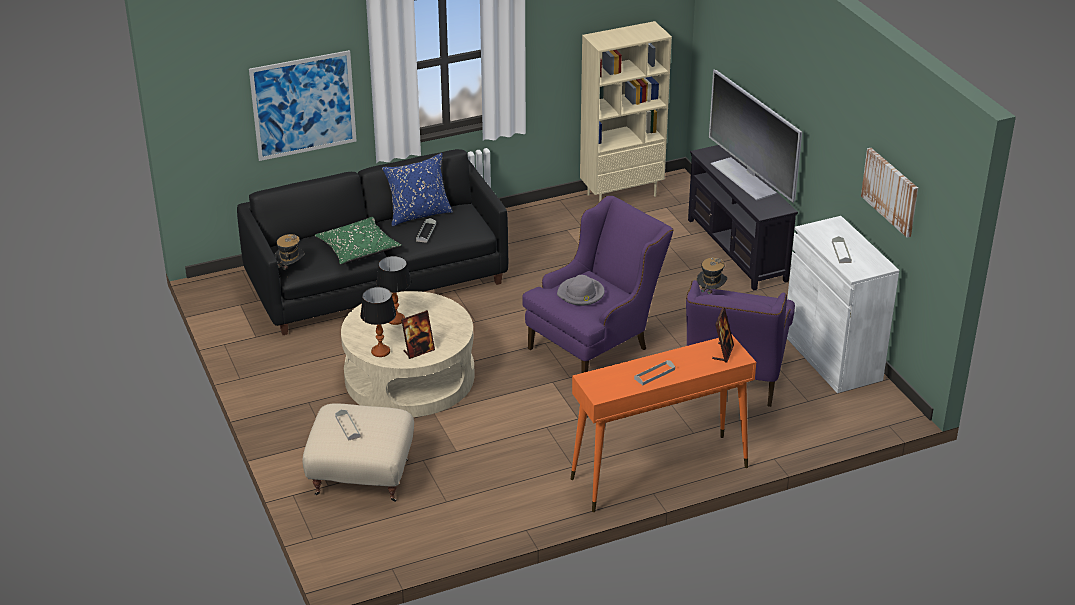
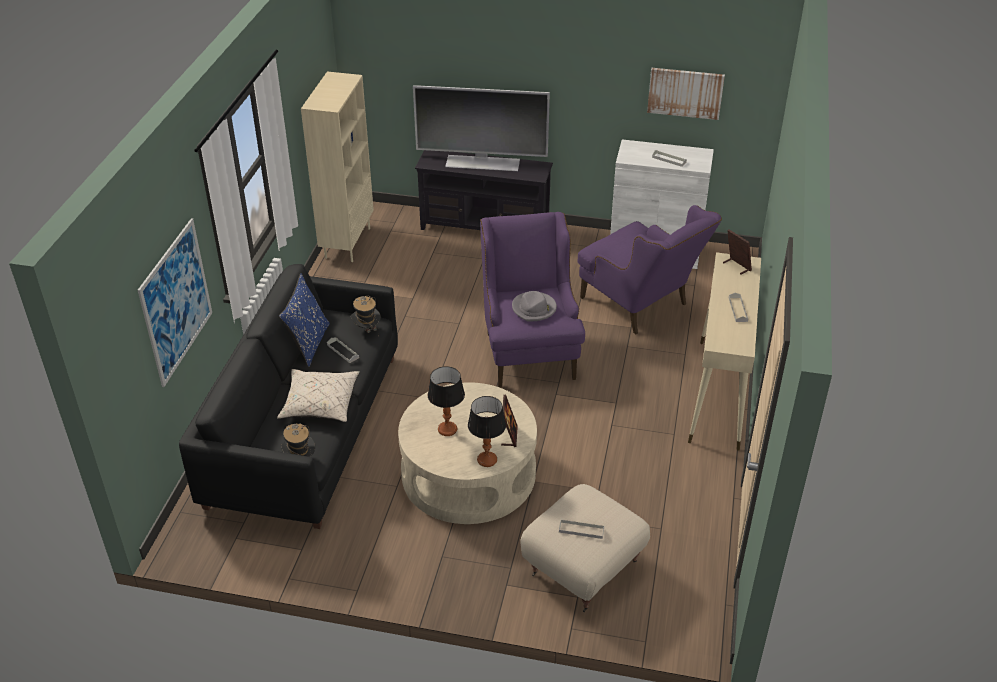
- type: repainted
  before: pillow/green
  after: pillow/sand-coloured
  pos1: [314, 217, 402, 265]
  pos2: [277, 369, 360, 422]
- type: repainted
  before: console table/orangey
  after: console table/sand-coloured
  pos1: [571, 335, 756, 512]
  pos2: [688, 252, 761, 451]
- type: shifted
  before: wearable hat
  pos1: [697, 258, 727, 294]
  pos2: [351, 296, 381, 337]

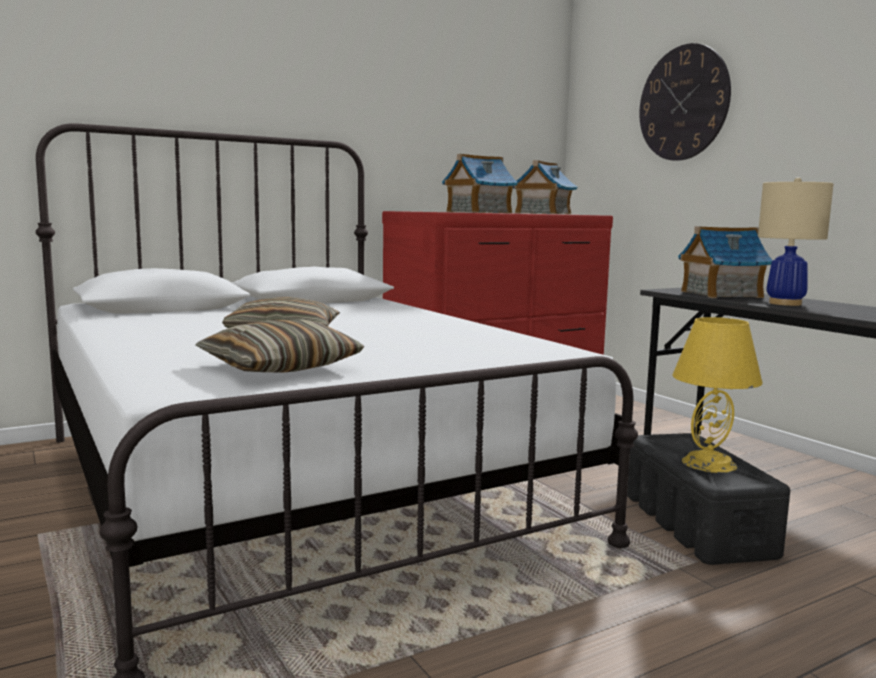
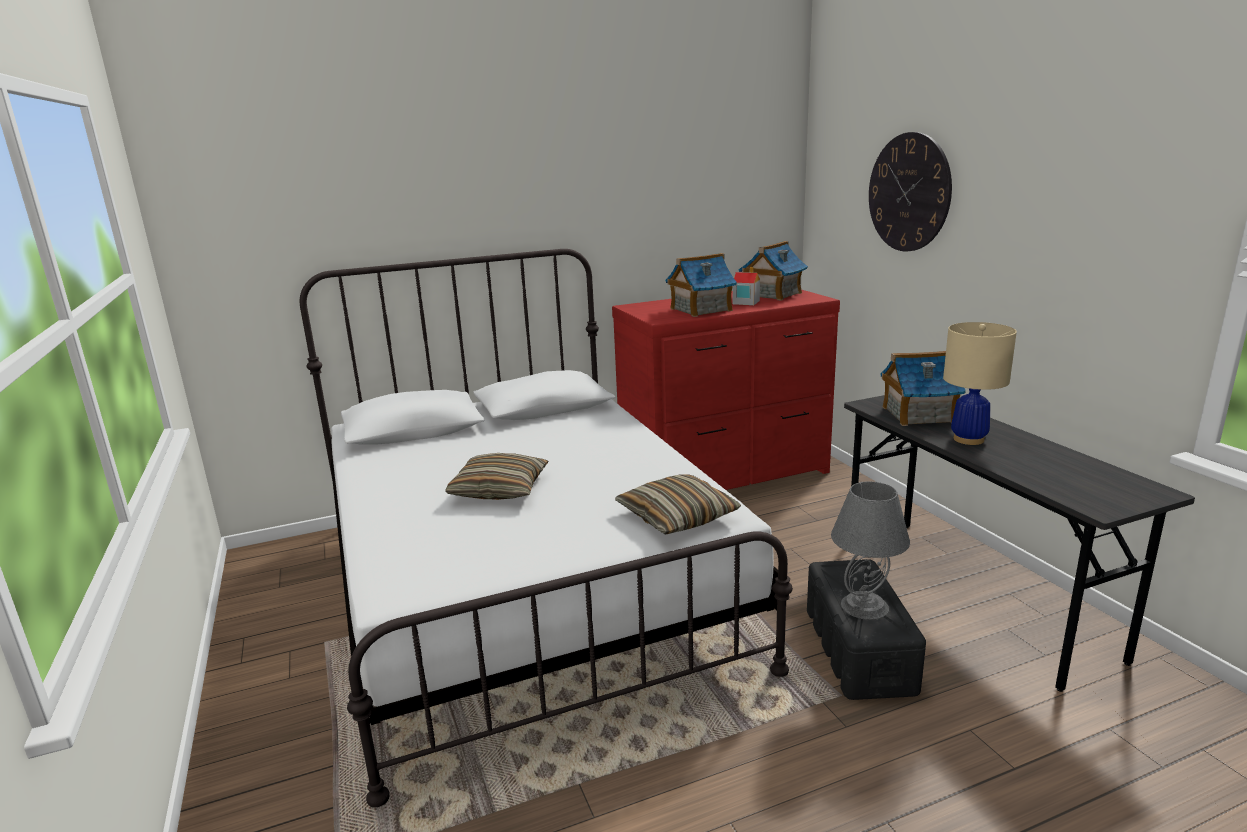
- type: shifted
  before: pillow
  pos1: [195, 320, 365, 373]
  pos2: [615, 474, 741, 535]
- type: repainted
  before: table lamp/yellow
  after: table lamp/gray
  pos1: [673, 317, 763, 473]
  pos2: [831, 481, 910, 620]
- type: new
  after: miniature house
  pos2: [732, 267, 760, 305]

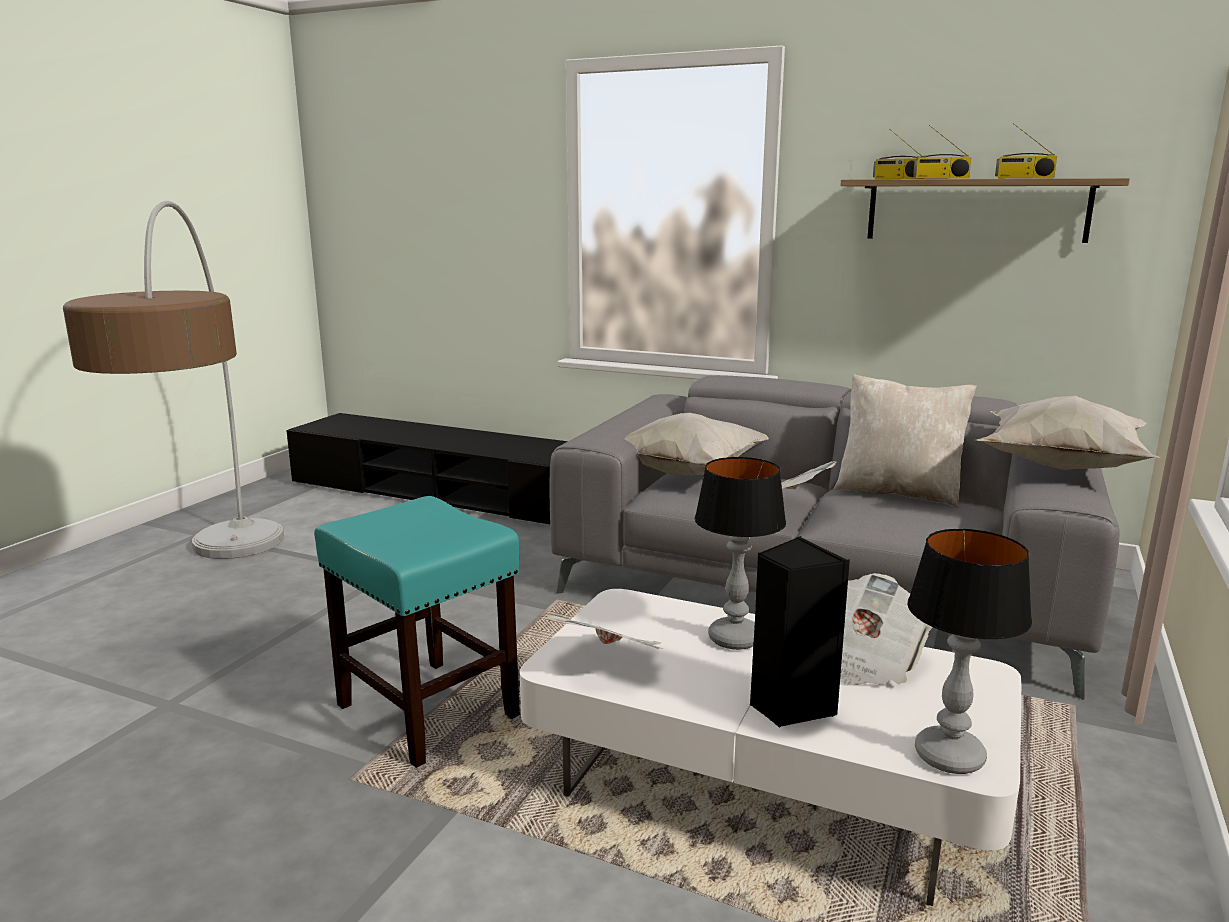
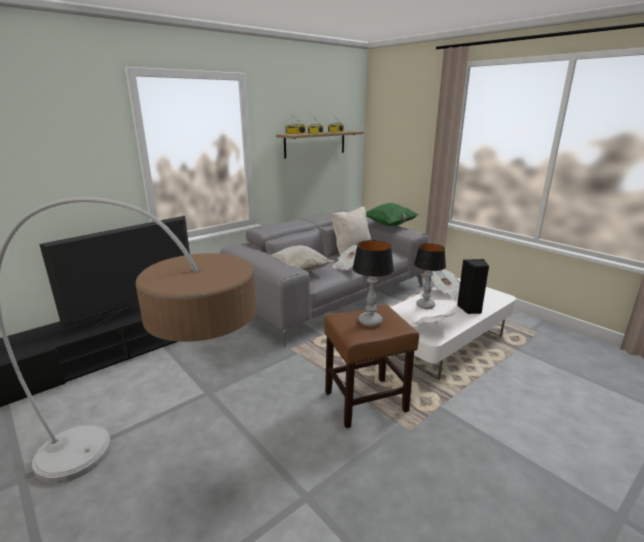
- type: repainted
  before: stool/turquoise-coloured
  after: stool/brownish
  pos1: [314, 496, 520, 768]
  pos2: [324, 305, 419, 428]
- type: shifted
  before: table lamp
  pos1: [907, 529, 1032, 774]
  pos2: [352, 240, 394, 327]
- type: repainted
  before: pillow/whitish
  after: pillow/green
  pos1: [976, 396, 1160, 470]
  pos2: [366, 203, 420, 226]
- type: new
  after: television
  pos2: [39, 216, 190, 327]

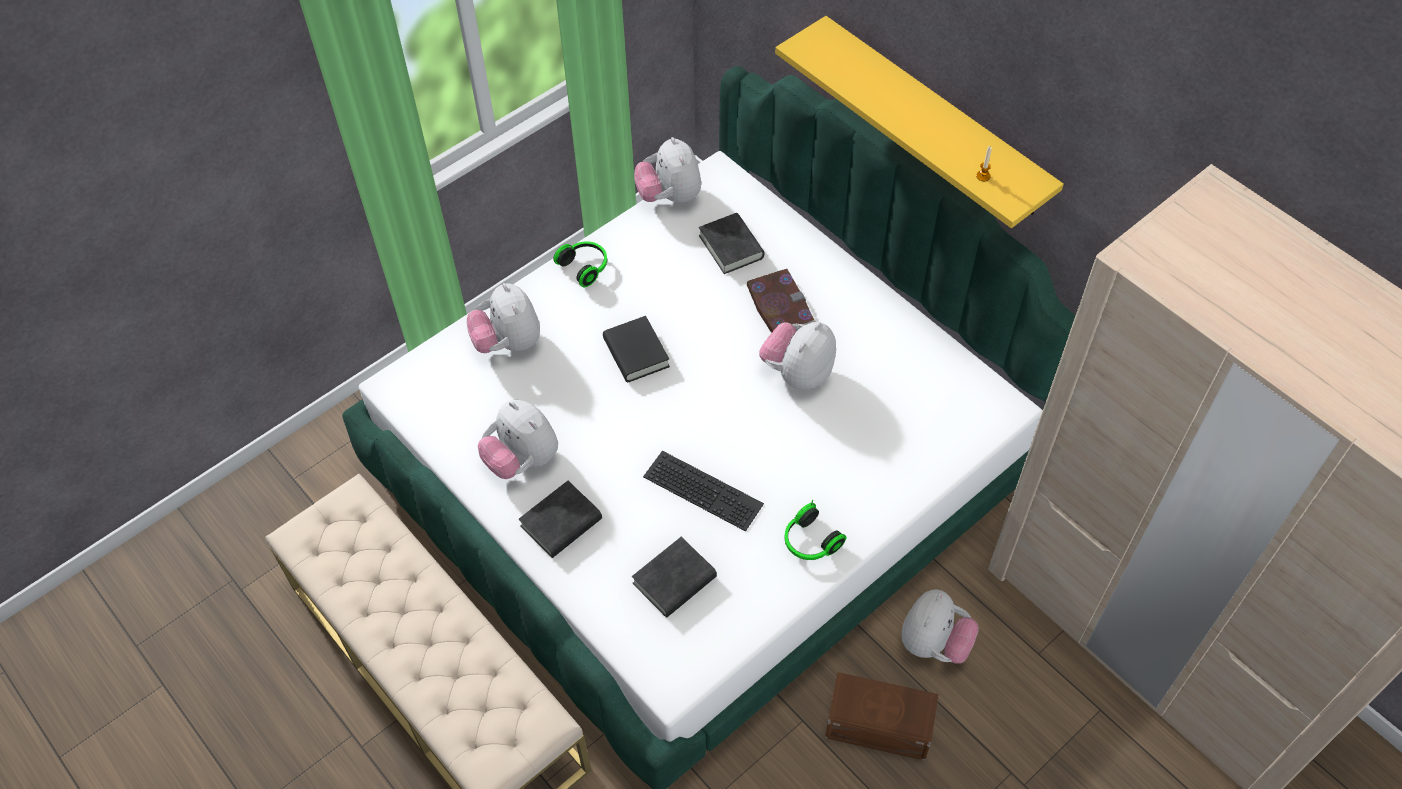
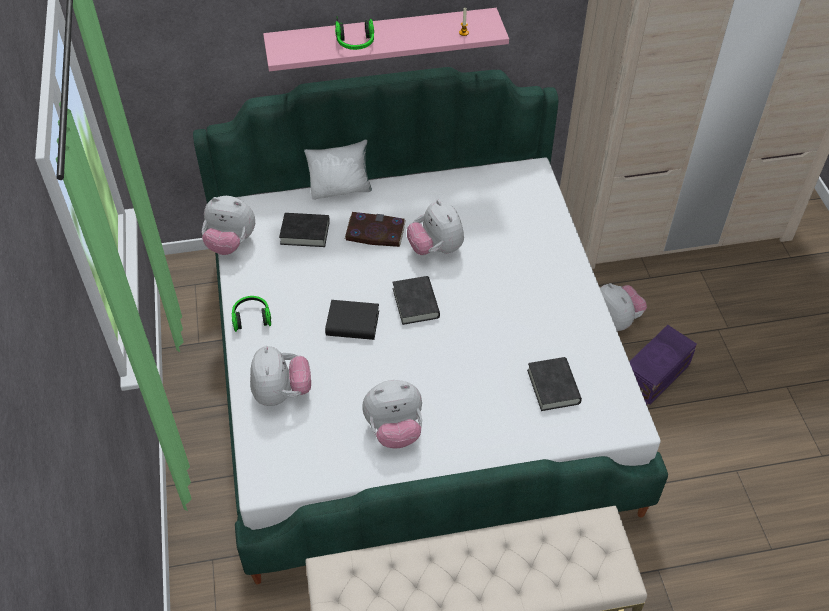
- type: rotated
  before: plush toy
  pos1: [467, 283, 540, 353]
  pos2: [250, 346, 311, 406]
  turn: -105
- type: shifted
  before: bound book/black
  pos1: [519, 481, 602, 558]
  pos2: [392, 276, 440, 325]
- type: gone
  before: computer keyboard
  pos1: [643, 451, 764, 531]
- type: repainted
  before: wall shelf/yellow
  after: wall shelf/pink-coloured
  pos1: [775, 16, 1064, 228]
  pos2: [263, 8, 509, 71]
- type: shifted
  before: headset
  pos1: [785, 500, 846, 560]
  pos2: [335, 19, 374, 50]
- type: repainted
  before: storage container/brownish
  after: storage container/purple-coloured
  pos1: [825, 672, 939, 760]
  pos2: [629, 325, 697, 406]
- type: new
  after: pillow/whitish
  pos2: [304, 139, 372, 200]

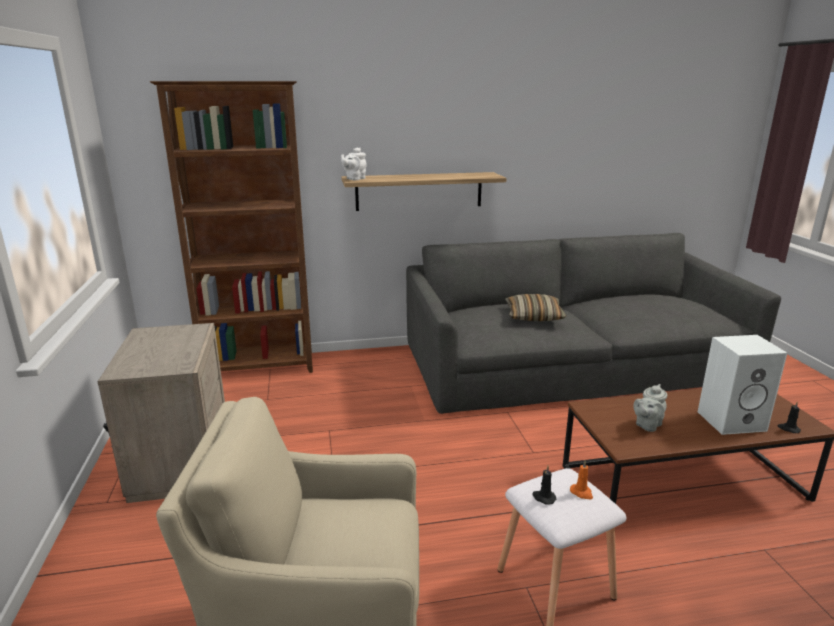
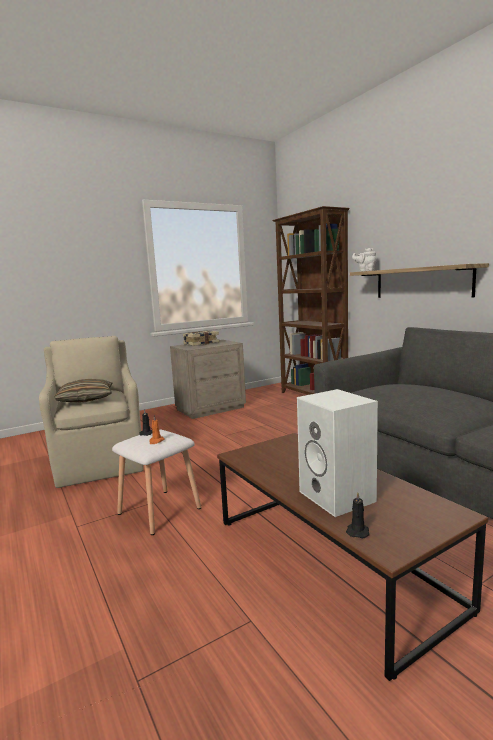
- type: shifted
  before: pillow
  pos1: [505, 294, 566, 321]
  pos2: [54, 379, 112, 403]
- type: gone
  before: teapot/gray
  pos1: [633, 384, 667, 432]
- type: new
  after: bound book
  pos2: [183, 330, 219, 346]

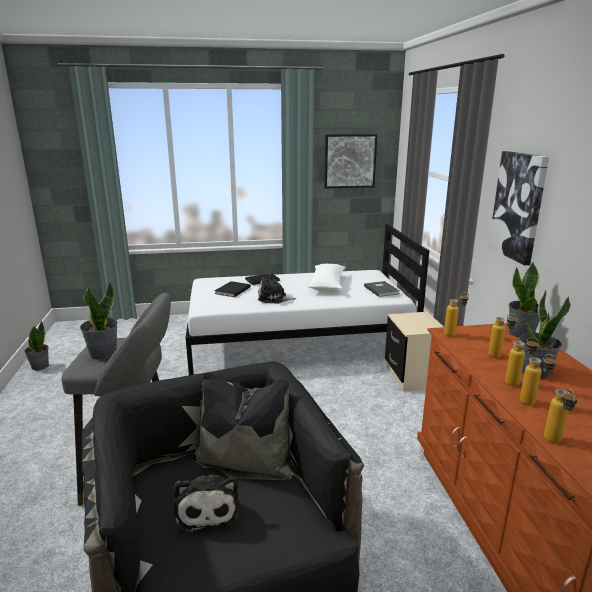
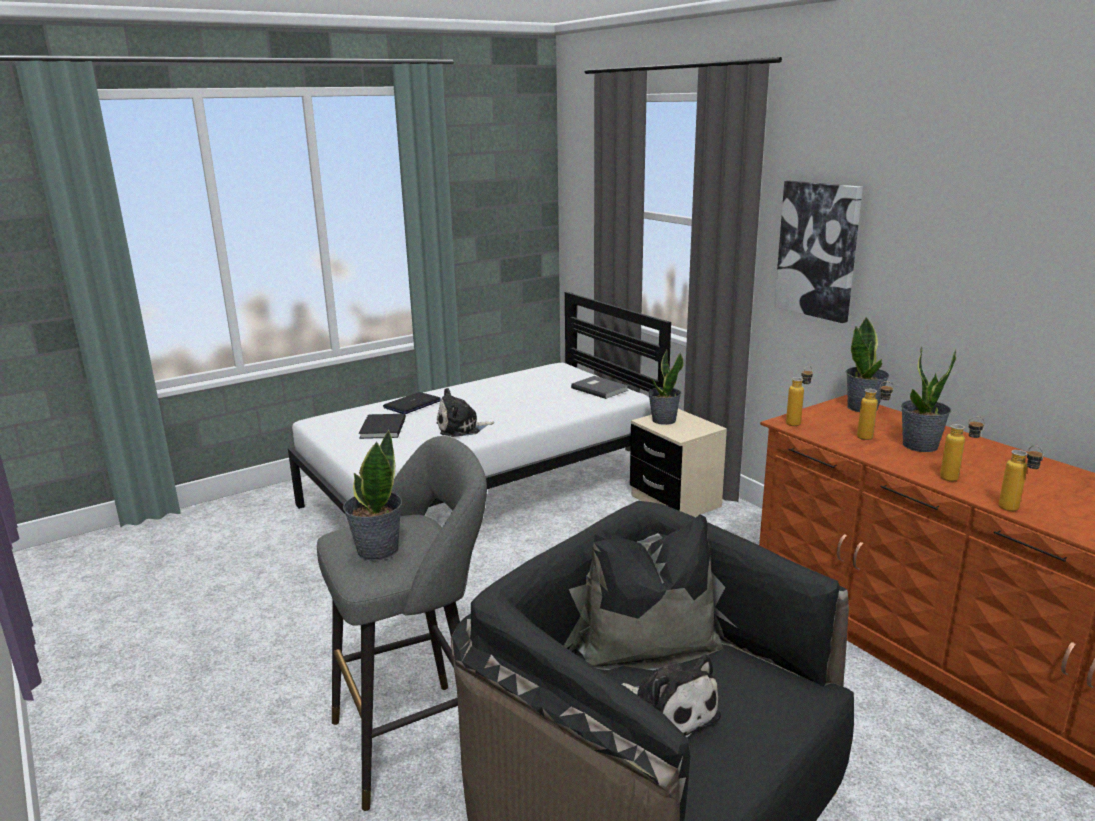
- type: shifted
  before: plant in a pot
  pos1: [24, 321, 49, 370]
  pos2: [648, 349, 684, 425]
- type: gone
  before: pillow/whitish
  pos1: [308, 264, 346, 291]
- type: gone
  before: wall art
  pos1: [324, 134, 377, 189]
- type: gone
  before: beverage bottle
  pos1: [505, 337, 540, 386]

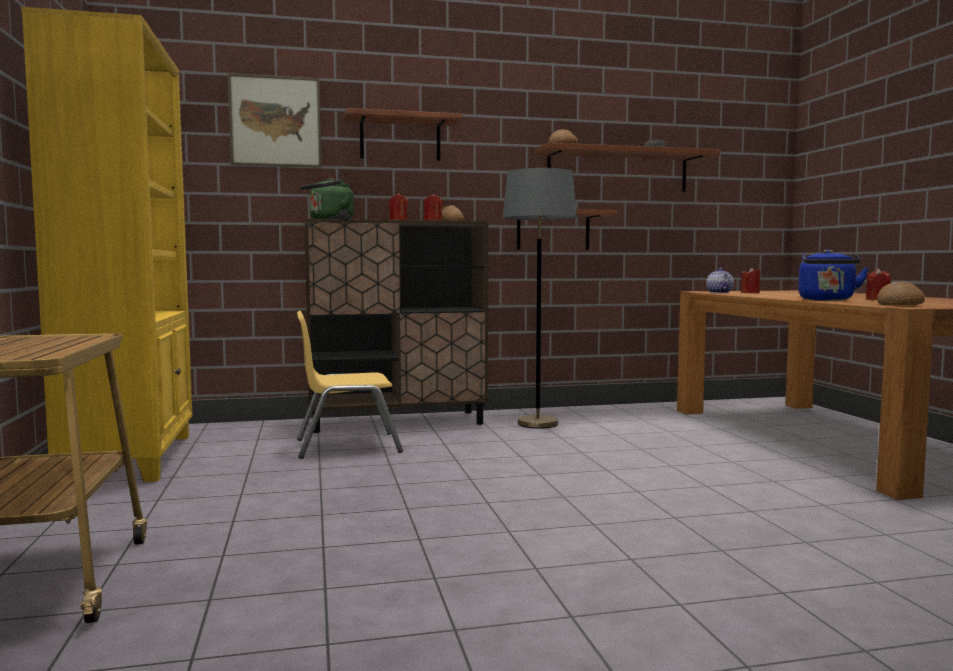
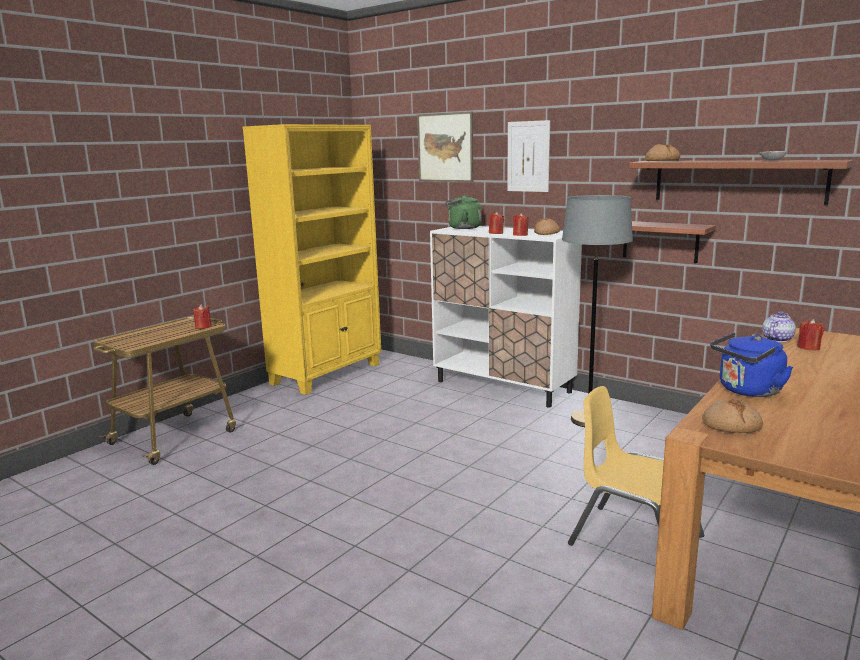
- type: shifted
  before: upright chair/yellow
  pos1: [297, 311, 403, 459]
  pos2: [568, 386, 704, 546]
- type: repainted
  before: cupboard/brownish
  after: cupboard/whitish
  pos1: [304, 219, 488, 433]
  pos2: [430, 226, 582, 408]
- type: swapped
  before: wall shelf
  after: wall art
  pos1: [344, 108, 462, 161]
  pos2: [507, 120, 550, 192]
- type: shifted
  before: wax candle/red
  pos1: [866, 269, 891, 300]
  pos2: [193, 304, 212, 329]

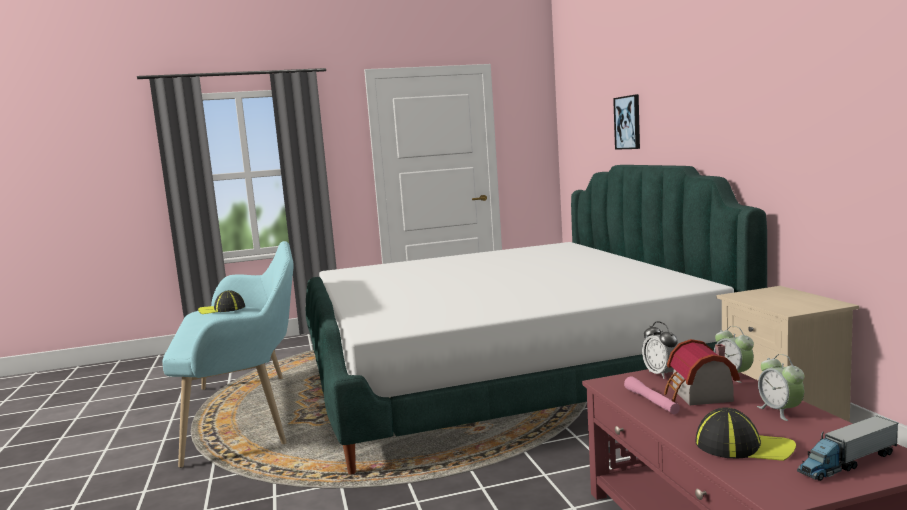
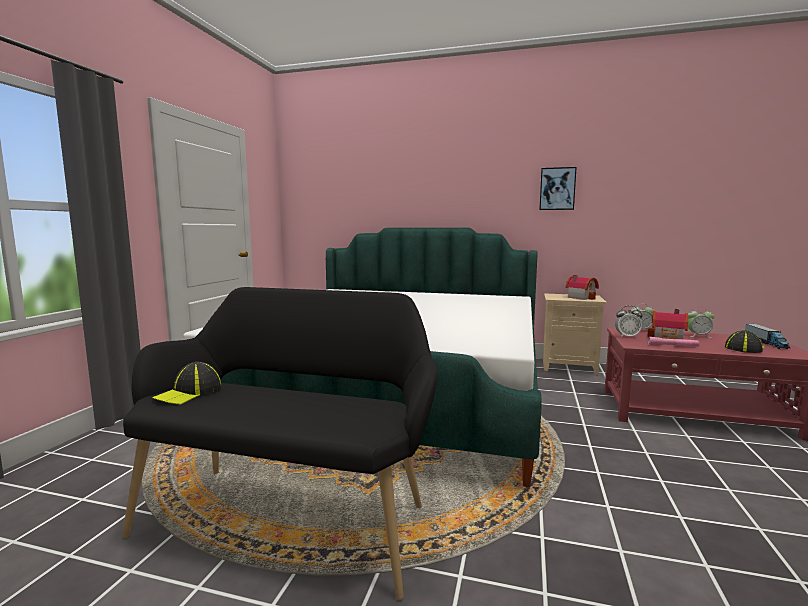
- type: repainted
  before: bench/turquoise-coloured
  after: bench/black
  pos1: [162, 241, 293, 468]
  pos2: [122, 287, 438, 600]
- type: shifted
  before: wall art
  pos1: [613, 94, 640, 150]
  pos2: [539, 167, 577, 210]
- type: new
  after: miniature house
  pos2: [565, 275, 599, 300]

